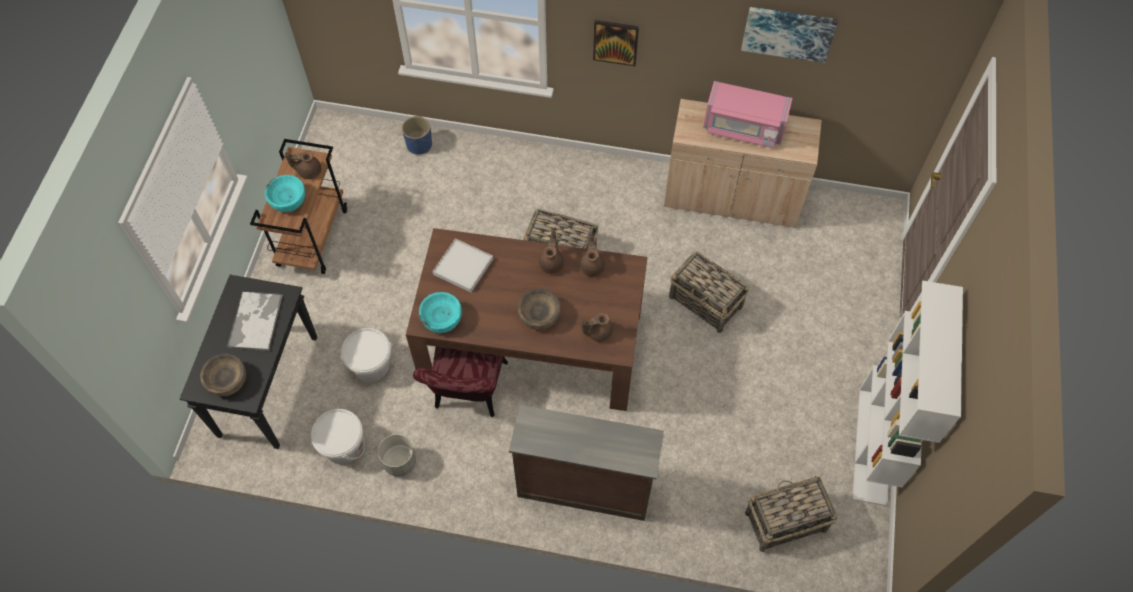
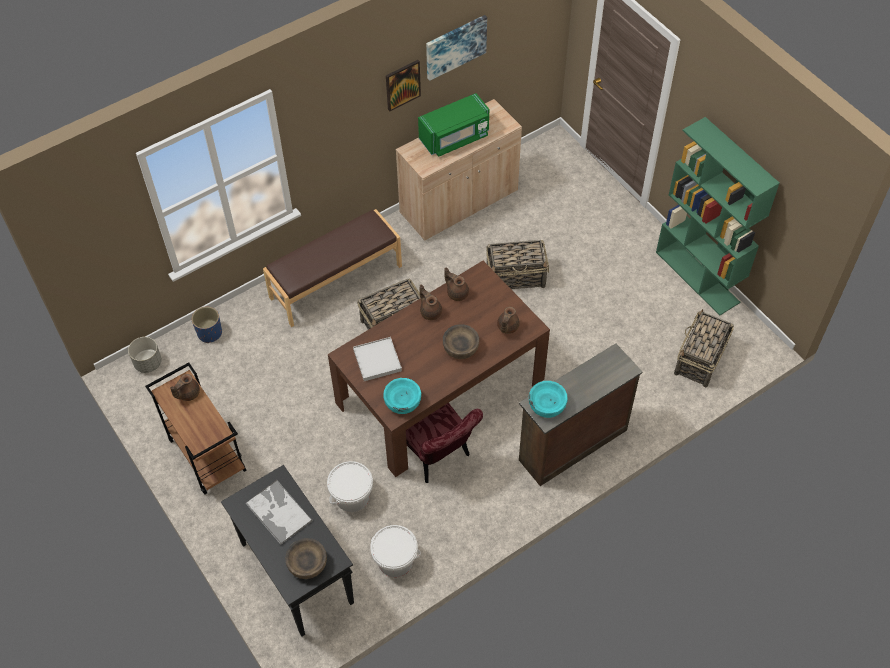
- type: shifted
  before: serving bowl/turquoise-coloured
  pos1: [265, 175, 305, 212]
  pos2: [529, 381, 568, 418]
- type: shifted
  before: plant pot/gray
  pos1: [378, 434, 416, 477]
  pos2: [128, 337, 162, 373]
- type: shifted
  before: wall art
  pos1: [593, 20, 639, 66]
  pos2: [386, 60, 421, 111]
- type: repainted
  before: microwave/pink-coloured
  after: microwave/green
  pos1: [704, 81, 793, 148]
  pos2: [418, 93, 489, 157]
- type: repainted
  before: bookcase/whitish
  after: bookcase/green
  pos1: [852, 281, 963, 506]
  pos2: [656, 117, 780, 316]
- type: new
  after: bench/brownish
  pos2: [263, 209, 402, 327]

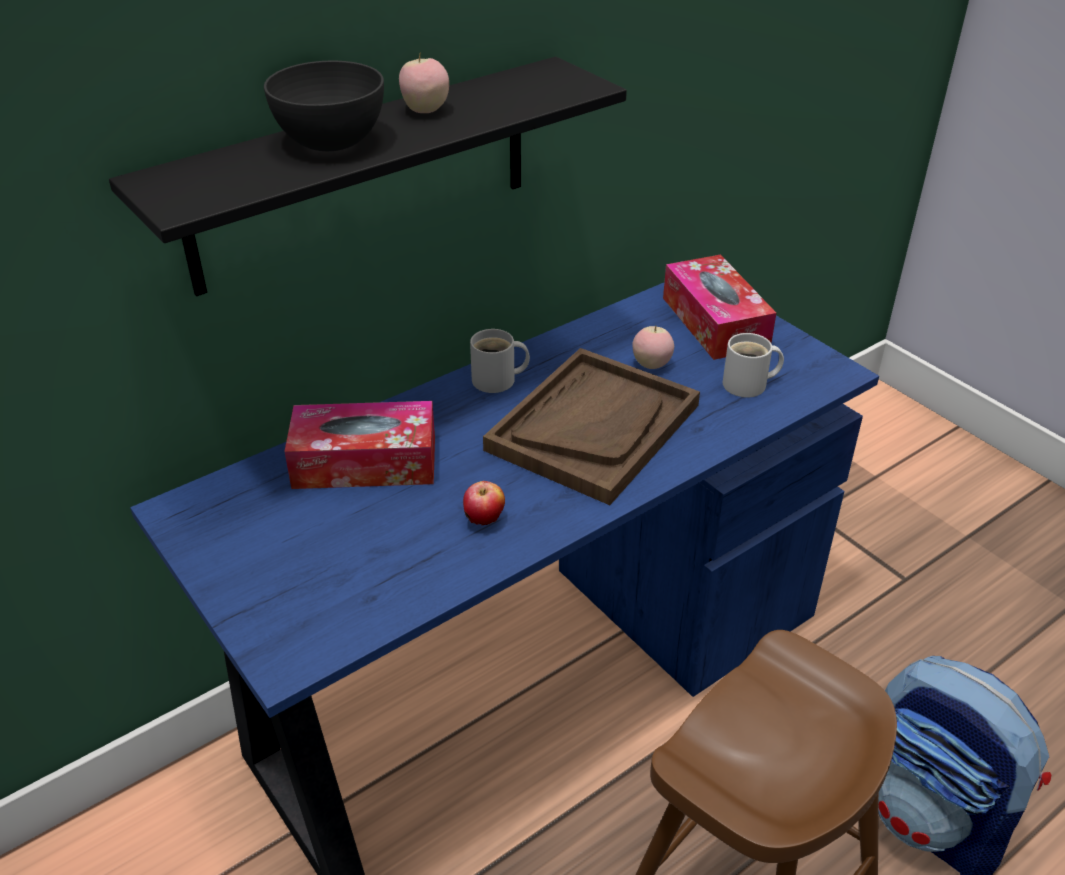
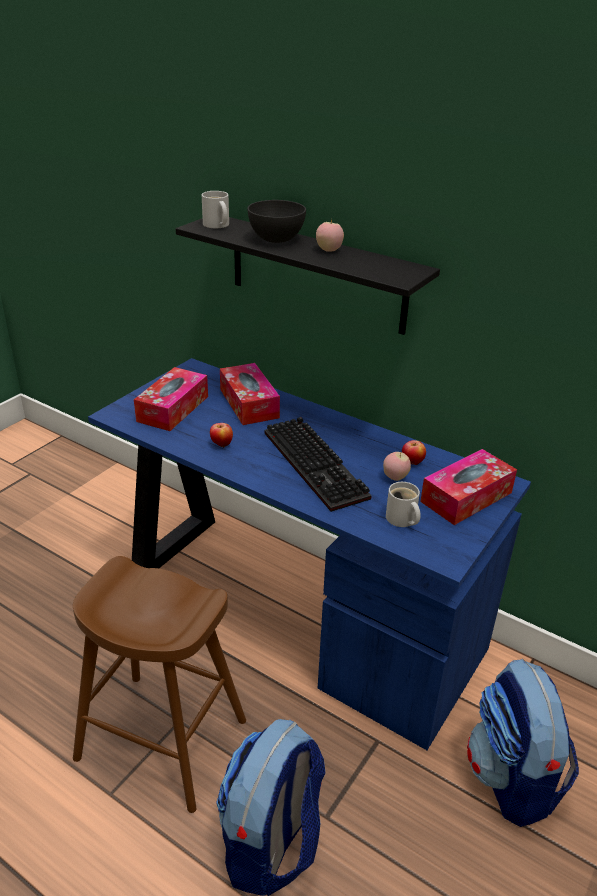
- type: shifted
  before: mug/whitish
  pos1: [470, 329, 530, 393]
  pos2: [202, 191, 229, 228]
- type: swapped
  before: serving tray/brownish
  after: computer keyboard
  pos1: [483, 348, 700, 505]
  pos2: [265, 417, 372, 512]
- type: new
  after: tissue box
  pos2: [134, 367, 208, 431]
- type: new
  after: whole apple
  pos2: [402, 440, 426, 465]
- type: new
  after: rucksack
  pos2: [467, 659, 579, 827]

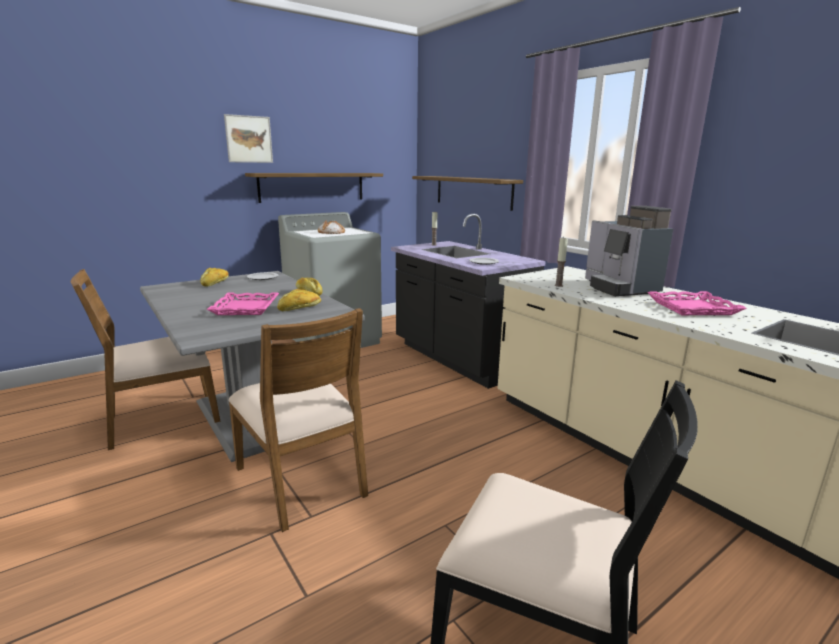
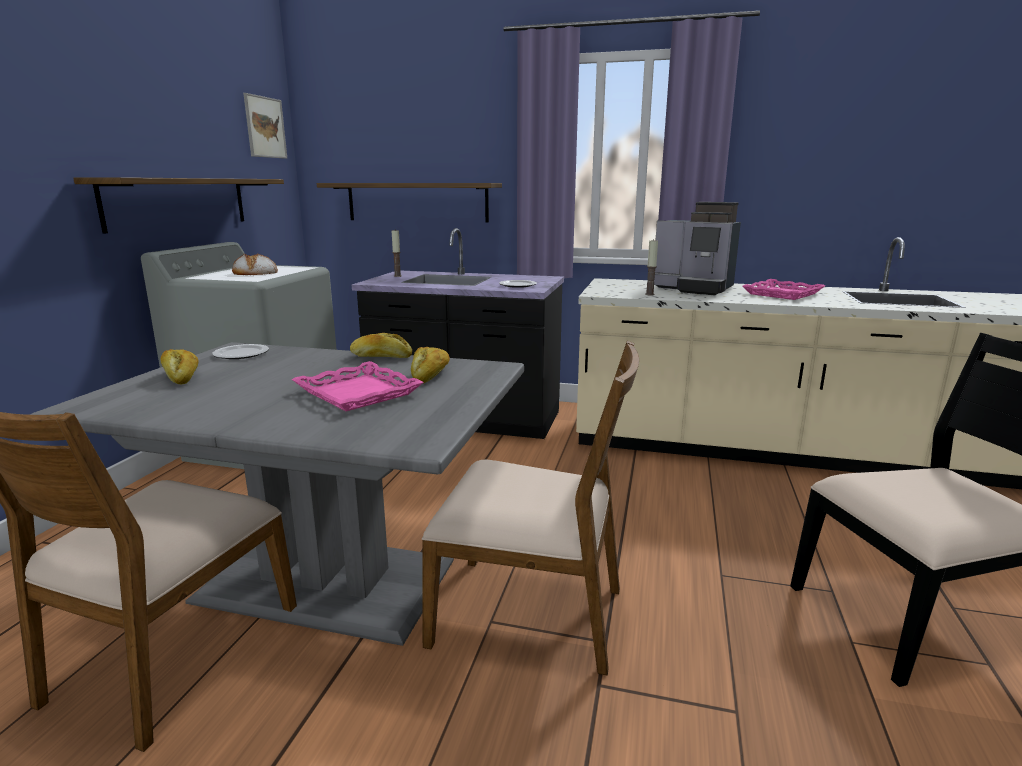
- type: shifted
  before: wall art
  pos1: [224, 114, 273, 163]
  pos2: [243, 93, 287, 159]

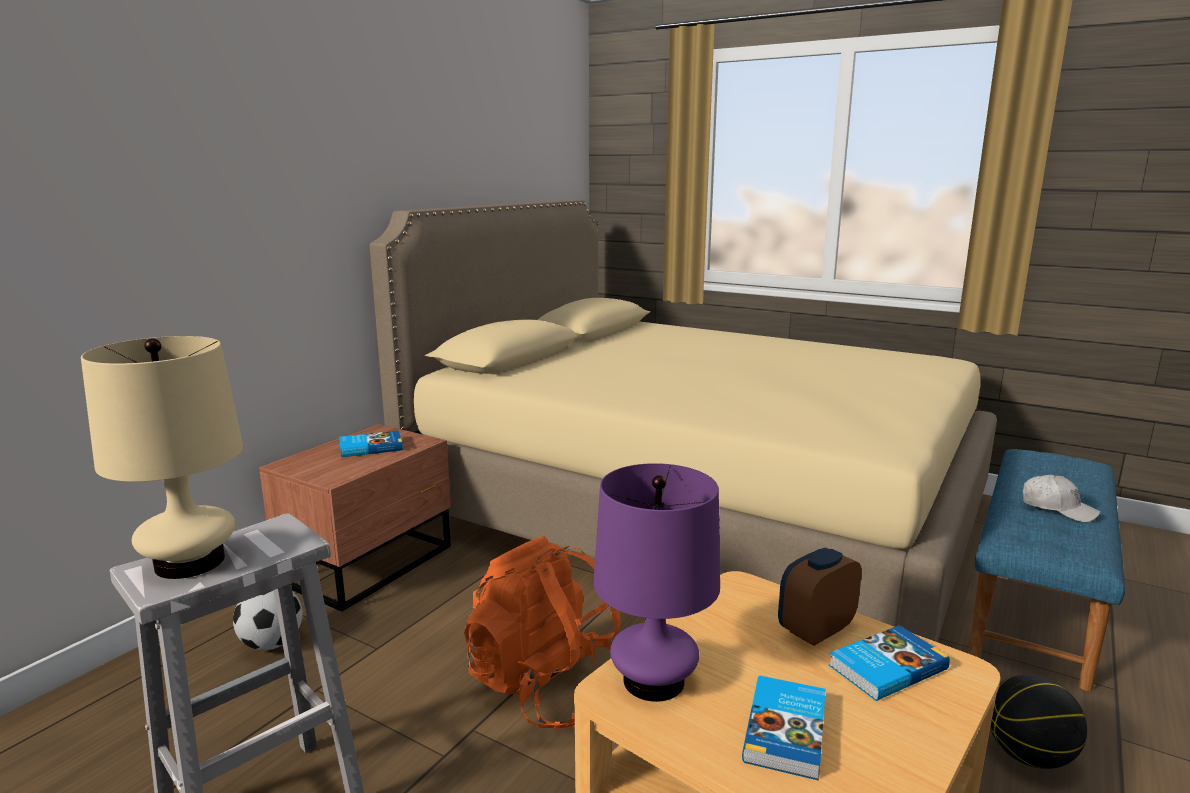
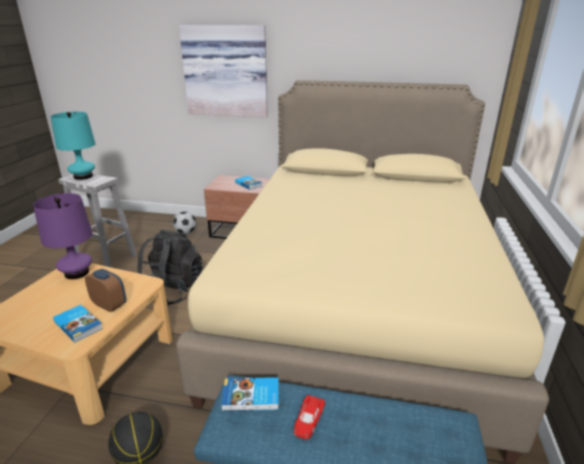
- type: repainted
  before: table lamp/sand-coloured
  after: table lamp/turquoise-coloured
  pos1: [81, 336, 243, 579]
  pos2: [51, 112, 96, 180]
- type: repainted
  before: rucksack/orangey
  after: rucksack/black
  pos1: [464, 536, 620, 729]
  pos2: [137, 230, 203, 306]
- type: shifted
  before: bound book
  pos1: [742, 676, 826, 781]
  pos2: [221, 377, 279, 411]
- type: swapped
  before: cap/whitish
  after: model car/red
  pos1: [1023, 475, 1100, 522]
  pos2: [293, 395, 325, 440]
- type: new
  after: wall art
  pos2: [179, 25, 268, 117]

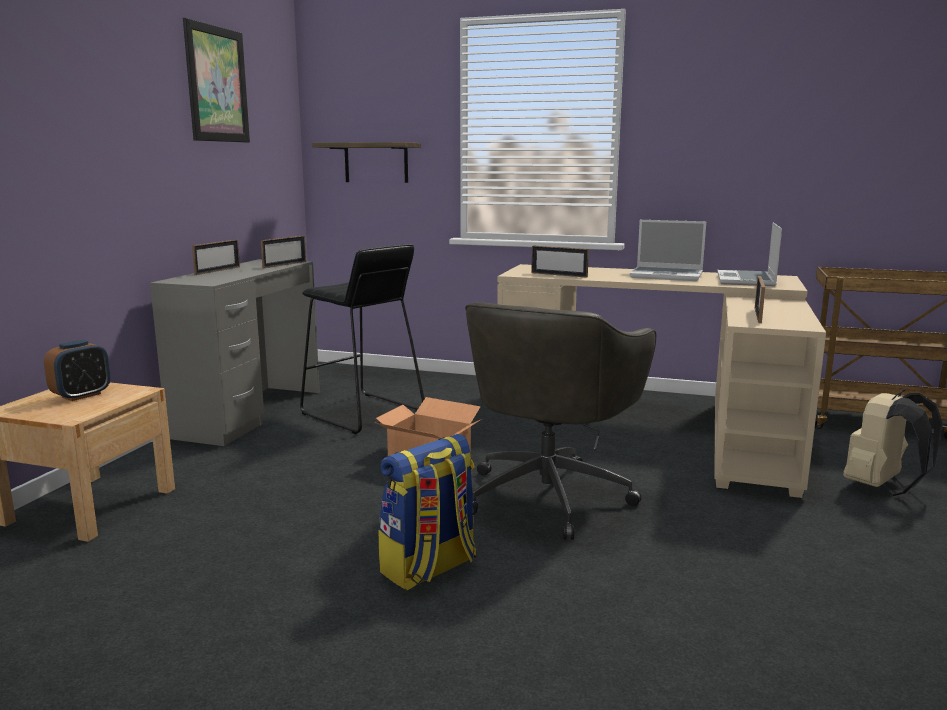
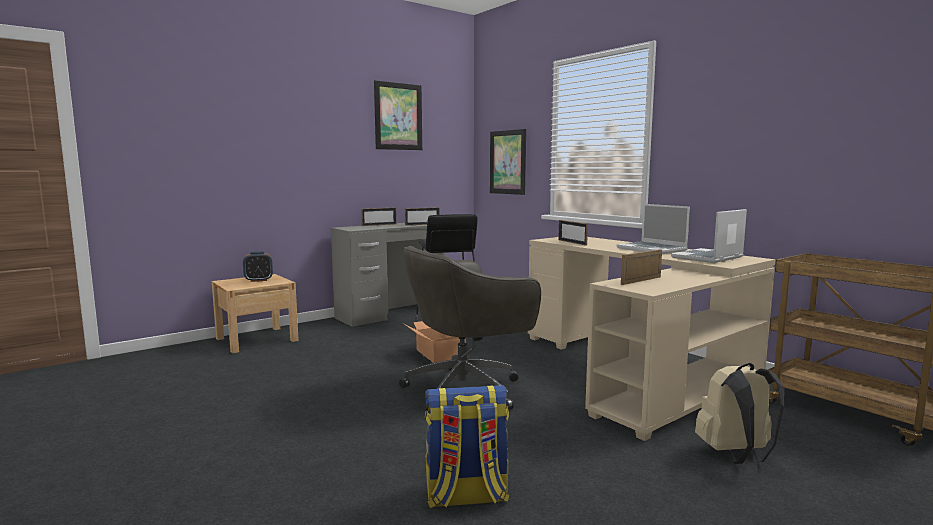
- type: swapped
  before: wall shelf
  after: wall art
  pos1: [312, 142, 421, 183]
  pos2: [490, 129, 526, 195]
- type: shifted
  before: rucksack
  pos1: [379, 434, 476, 590]
  pos2: [425, 385, 509, 508]

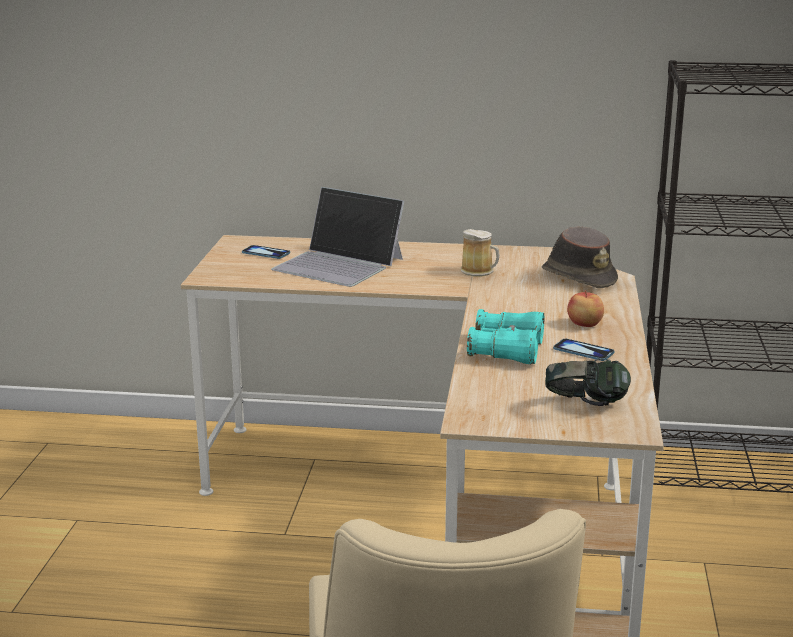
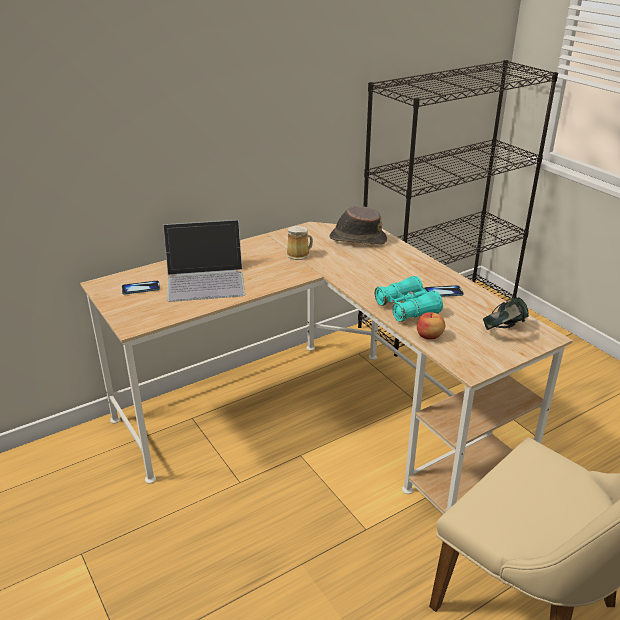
- type: shifted
  before: whole apple
  pos1: [567, 291, 604, 327]
  pos2: [417, 312, 445, 340]

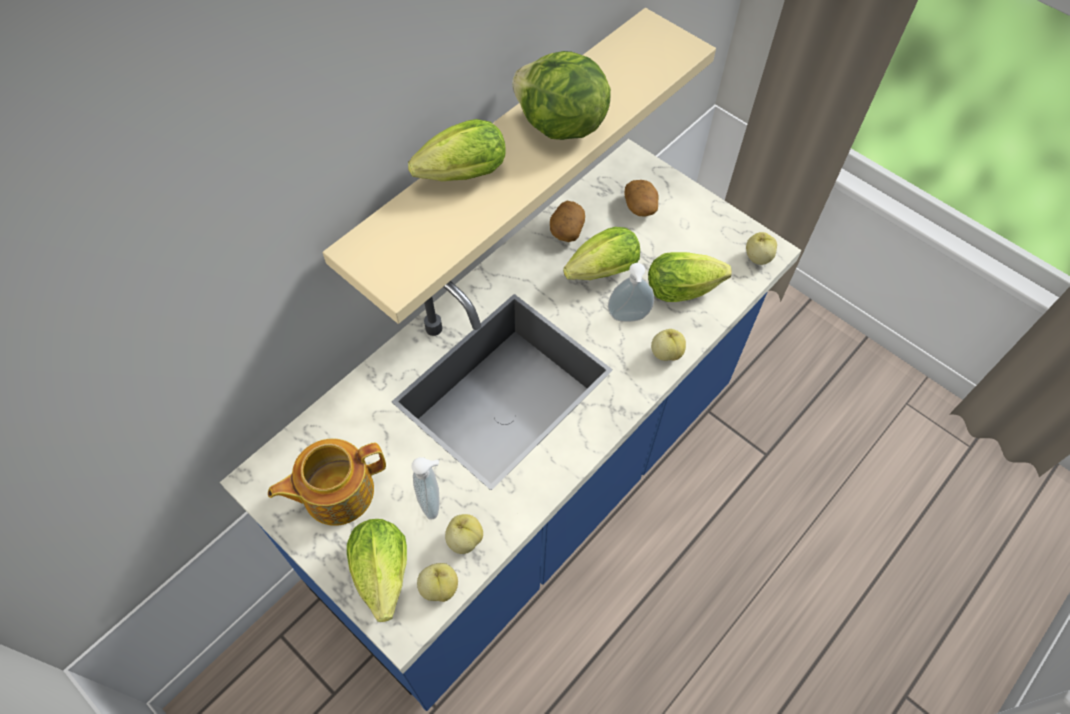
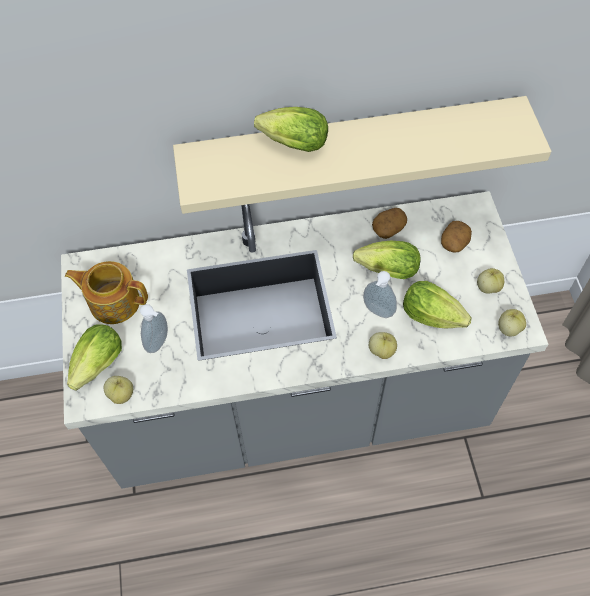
- type: repainted
  before: kitchen counter/bluish
  after: kitchen counter/gray
  pos1: [220, 139, 802, 711]
  pos2: [61, 191, 548, 489]
- type: shifted
  before: whole apple
  pos1: [445, 514, 483, 554]
  pos2: [477, 268, 504, 294]
- type: gone
  before: lettuce
  pos1: [512, 51, 611, 140]

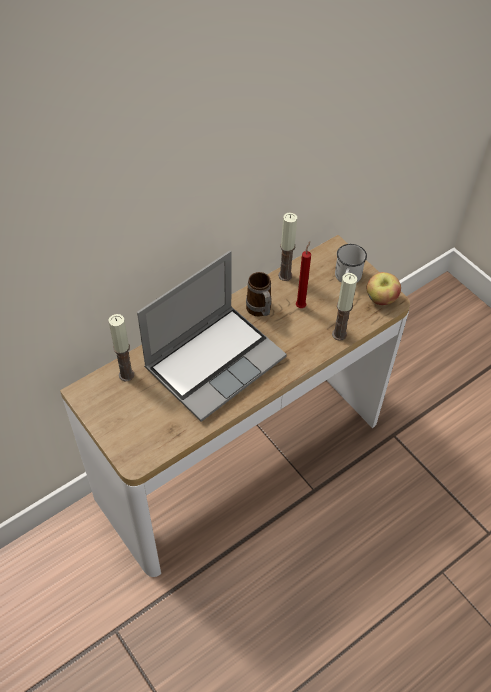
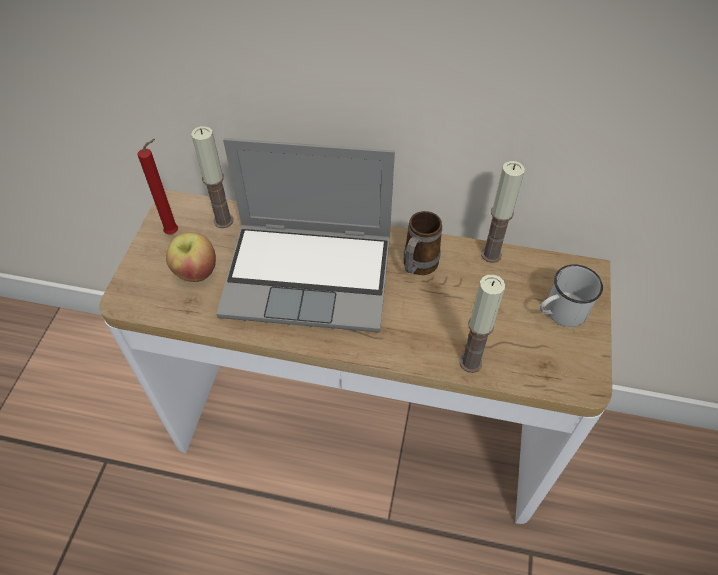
- type: shifted
  before: wax candle/red
  pos1: [296, 241, 311, 308]
  pos2: [137, 139, 178, 234]
- type: shifted
  before: whole apple
  pos1: [366, 272, 401, 305]
  pos2: [166, 233, 216, 282]

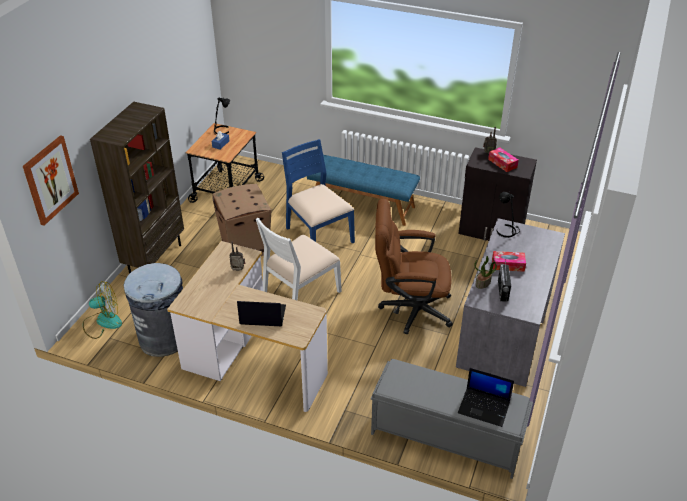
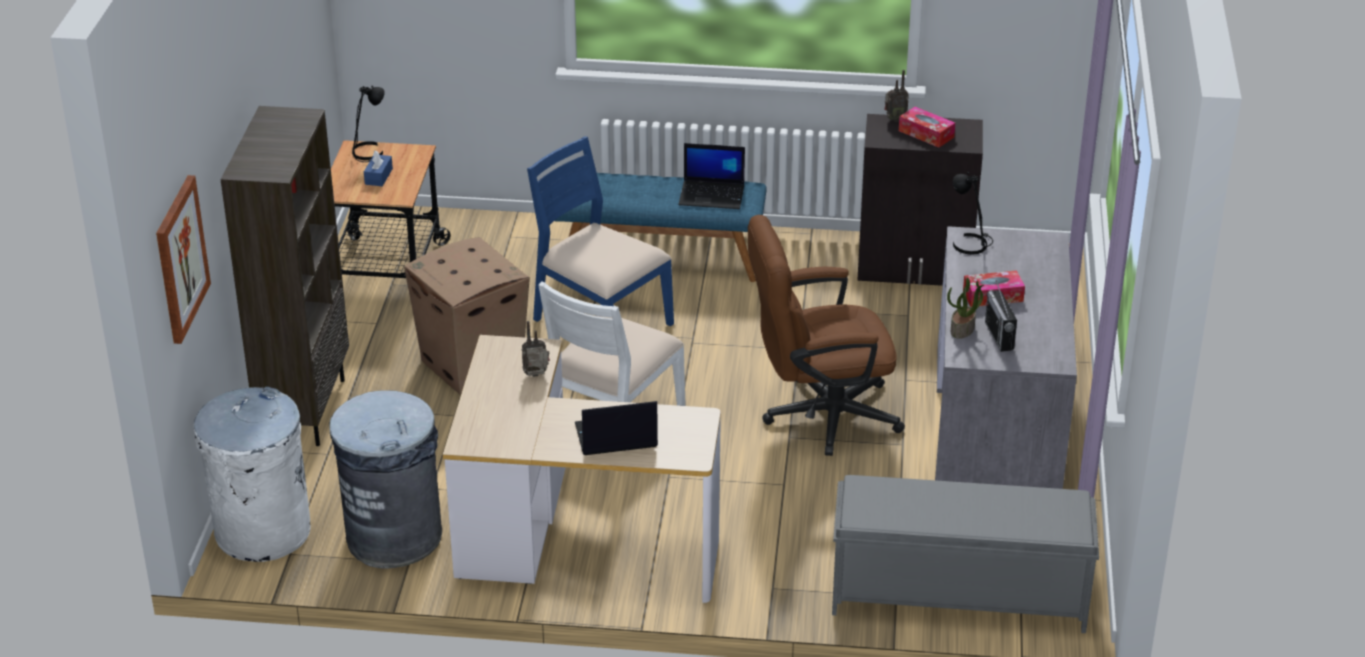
- type: swapped
  before: electric fan
  after: trash can/whitish
  pos1: [83, 281, 122, 339]
  pos2: [194, 387, 311, 562]
- type: shifted
  before: laptop
  pos1: [458, 368, 514, 427]
  pos2: [679, 143, 745, 209]

